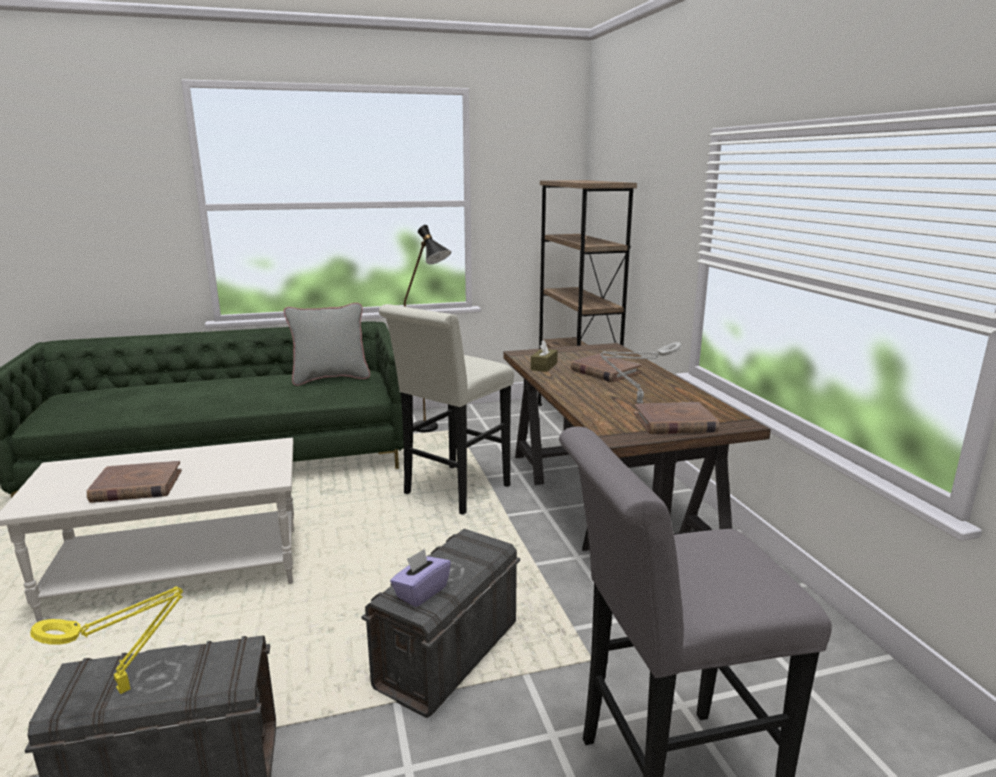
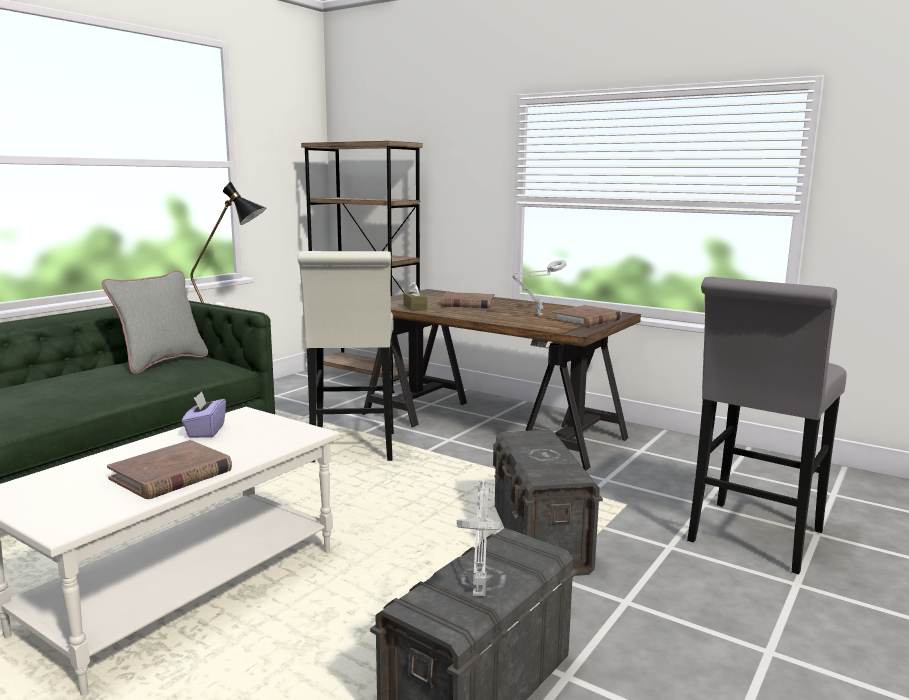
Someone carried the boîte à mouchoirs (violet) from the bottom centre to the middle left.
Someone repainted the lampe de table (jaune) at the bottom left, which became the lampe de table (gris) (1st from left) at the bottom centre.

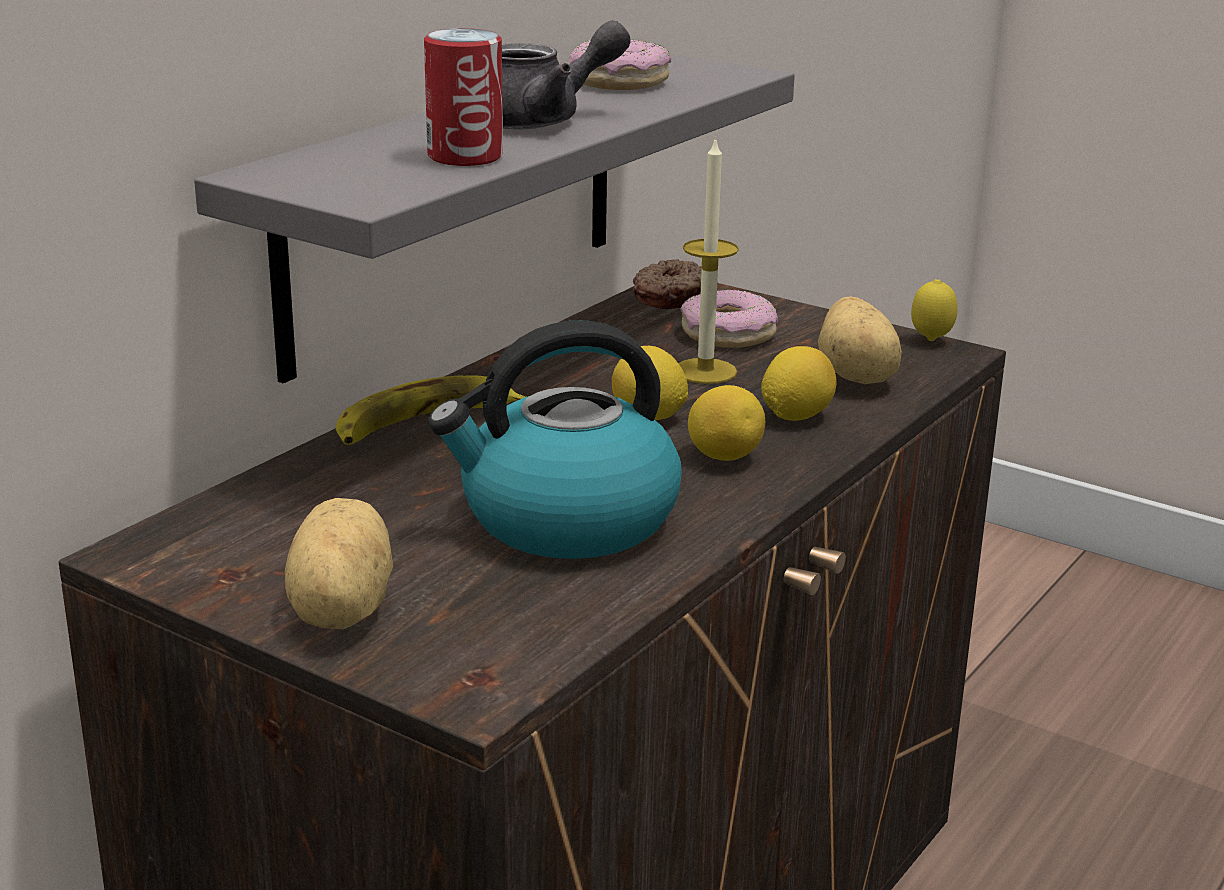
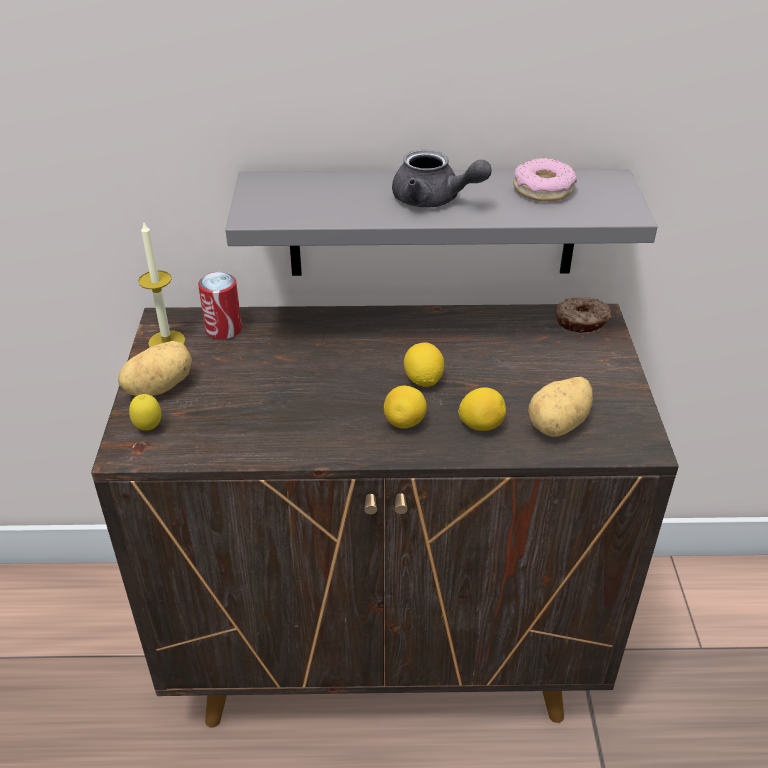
Someone carried the boîte métallique from the top centre to the middle left.
Someone carried the bougie from the top centre to the middle left.
Someone carried the citron (4th from left in the first image) from the middle right to the middle left.
Someone took away the beignet (3rd from left) at the centre.
Someone took away the bouilloire at the centre.
Someone took away the banane at the centre.

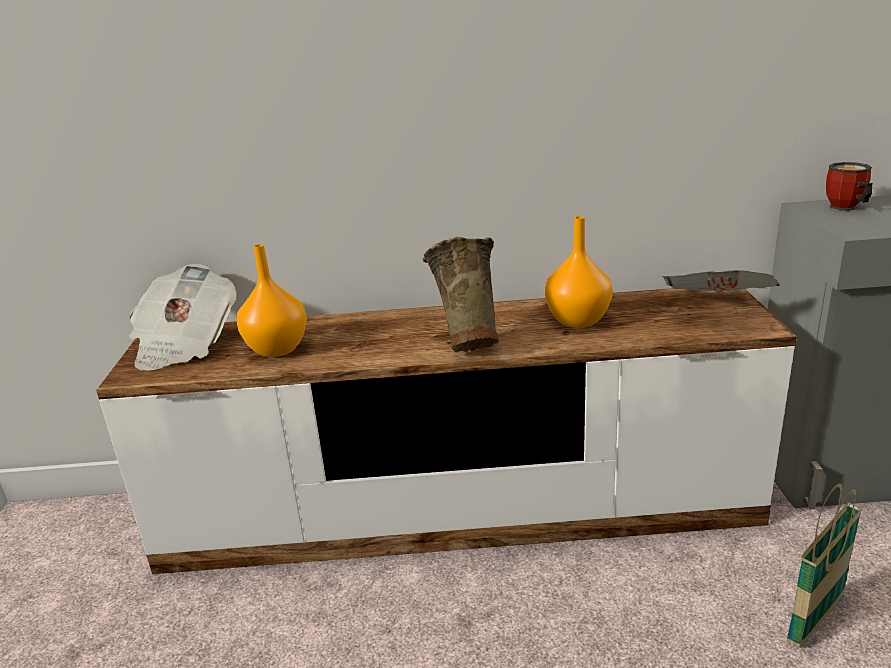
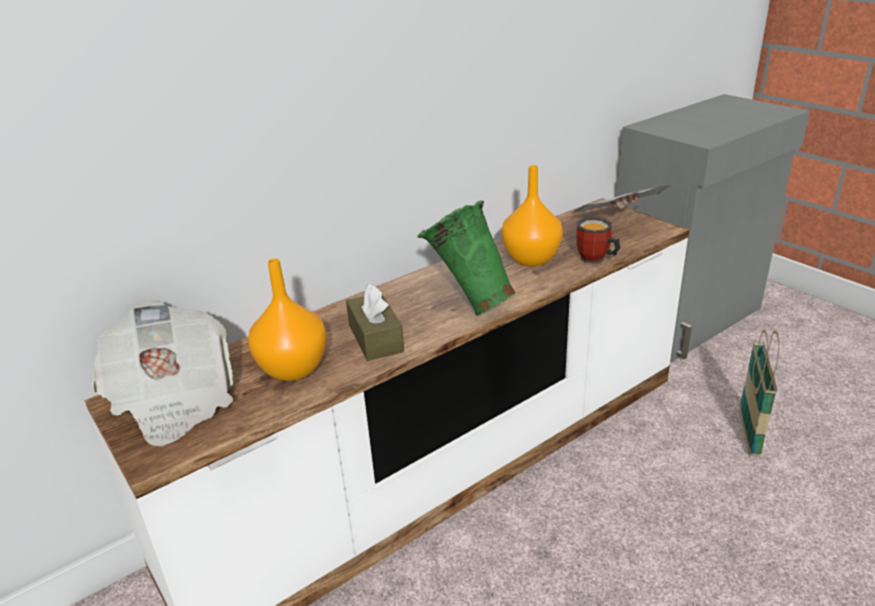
Someone carried the mug from the top right to the middle right.
Someone repainted the vase (beige) at the centre, which became the vase (vert) at the centre.
Someone put down the boîte à mouchoirs (marron) at the centre.

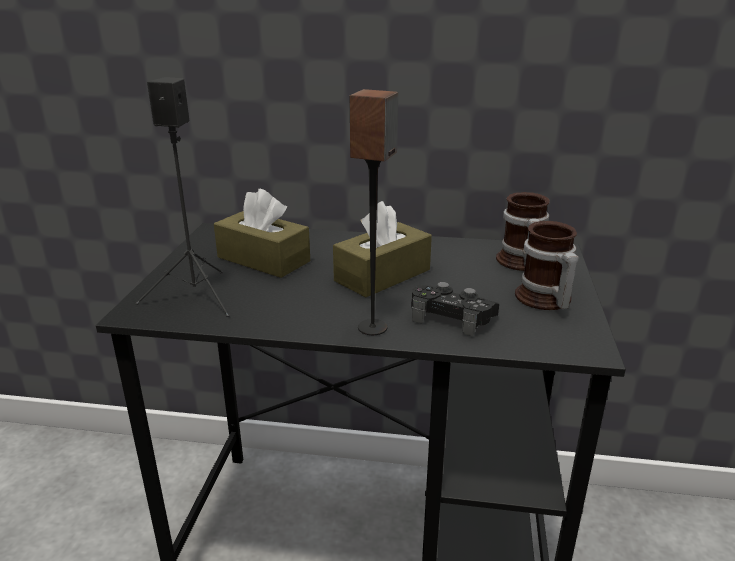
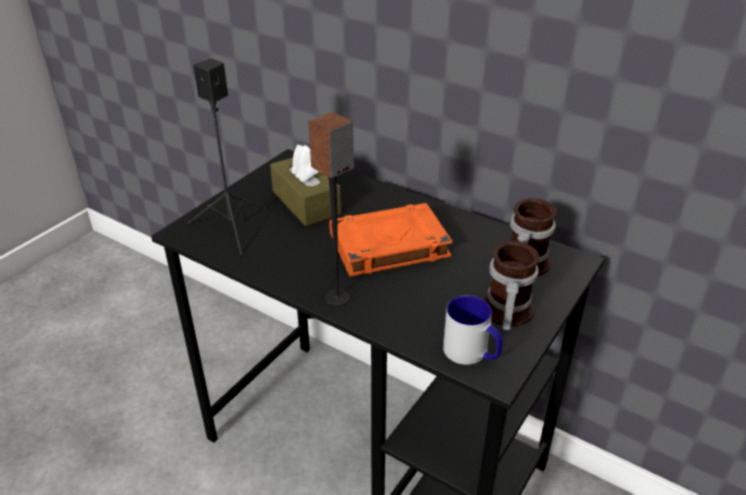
Someone swapped the boîte à mouchoirs (marron) (2nd from left) at the centre for the livre (orange) at the centre.
Someone took away the manette (noir) at the centre.
Someone put down the mug (1st from left) at the bottom centre.

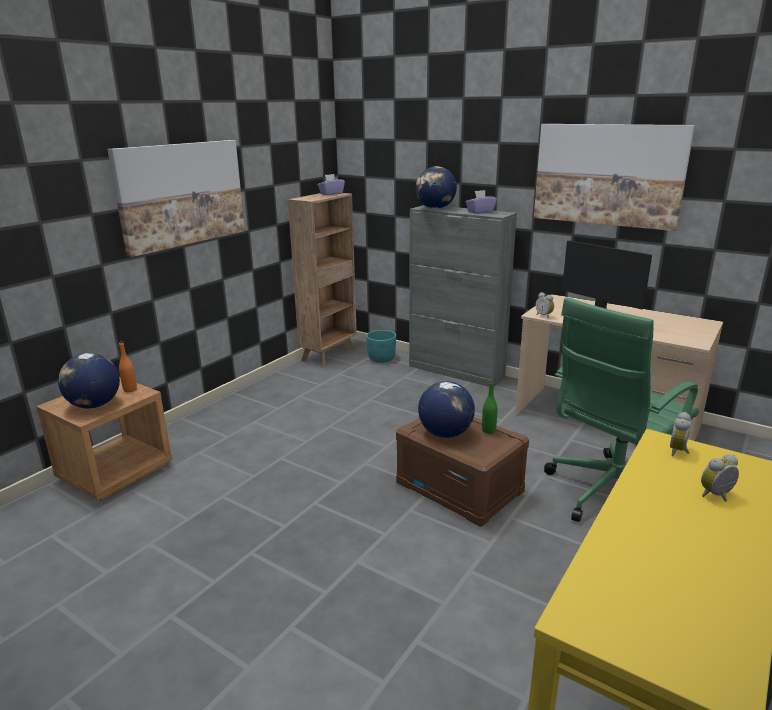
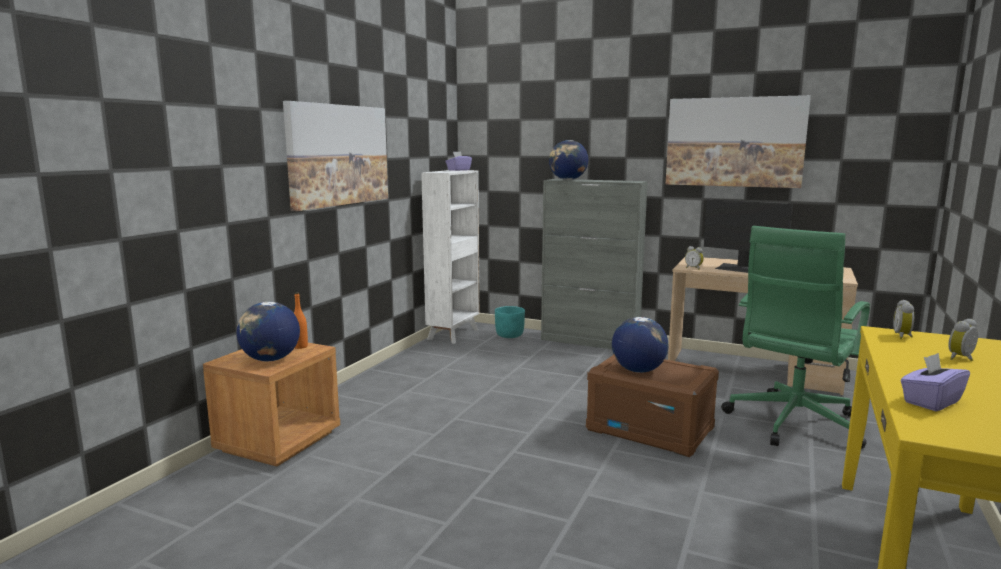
Someone carried the boîte à mouchoirs (violet) (2nd from left) from the top centre to the bottom right.
Someone repainted the bibliothèque (marron) at the centre, which became the bibliothèque (blanc) at the centre.
Someone took away the bouteille (vert) at the centre.

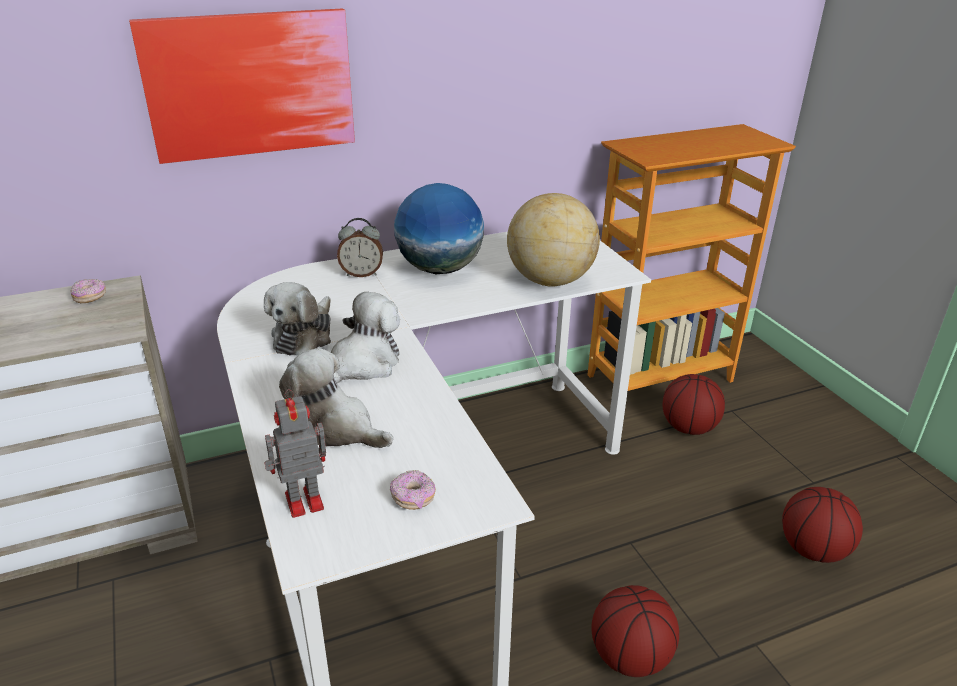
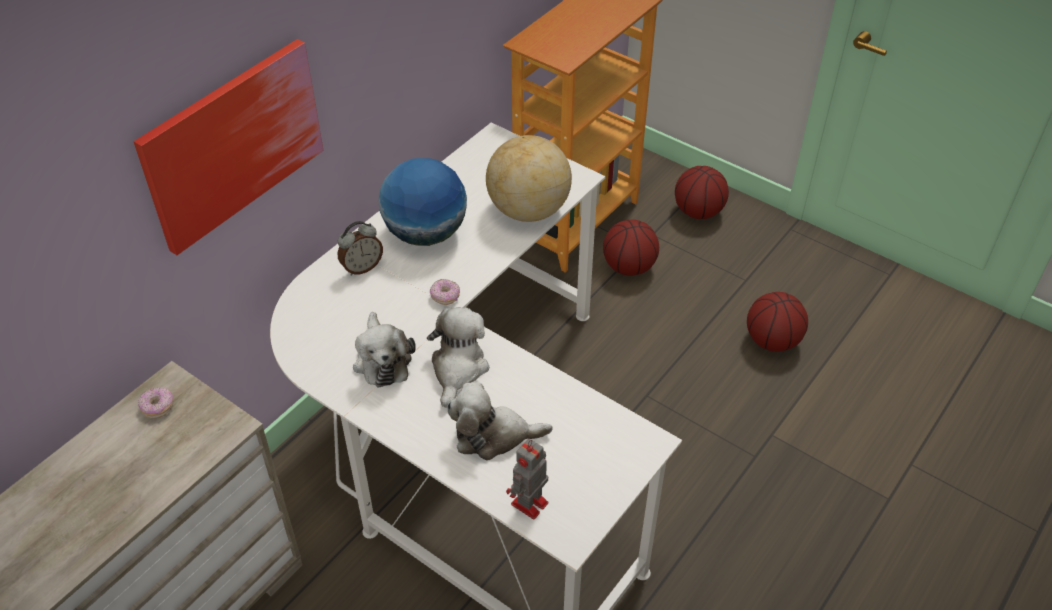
Someone carried the beignet (2nd from left) from the bottom centre to the centre.
Someone carried the ballon de basket (1st from left in the first image) from the bottom centre to the top right.

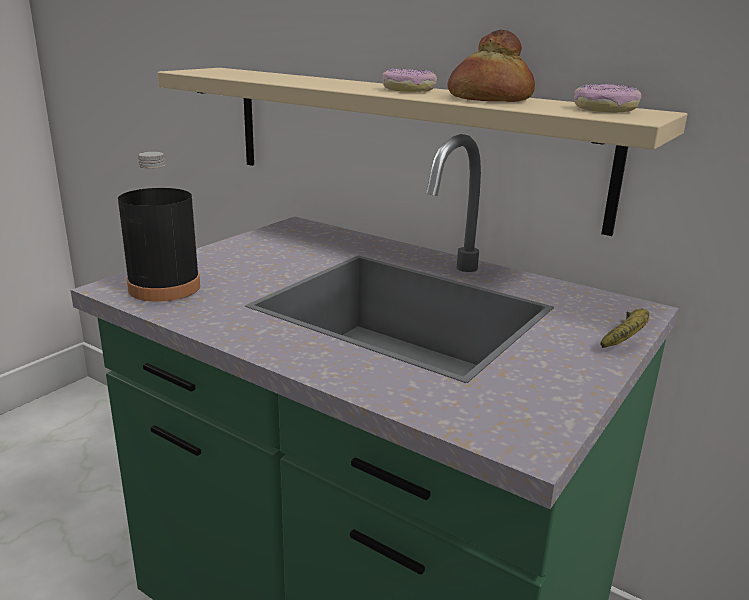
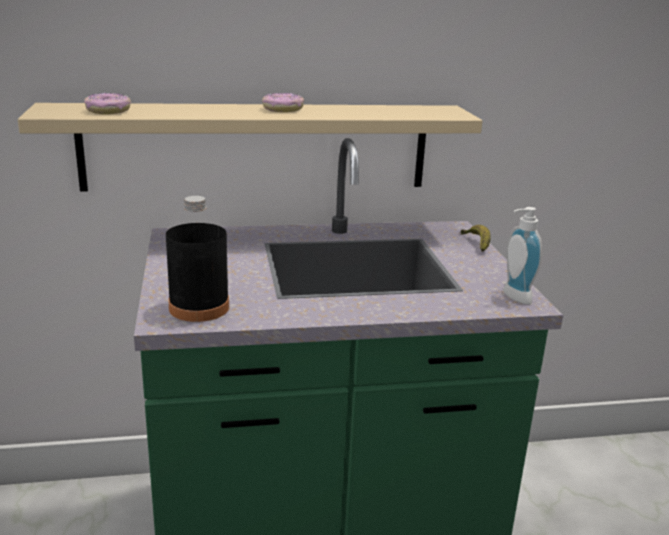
Someone took away the pain at the top centre.
Someone carried the beignet (2nd from left in the first image) from the top right to the top left.
Someone put down the distributeur de savon at the middle right.

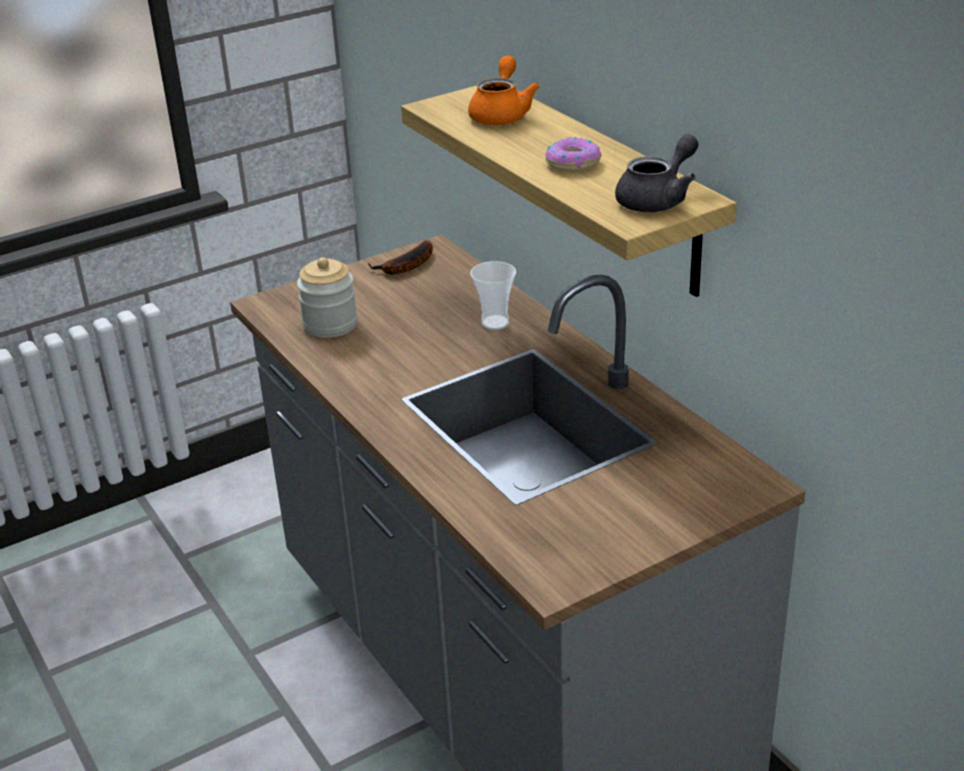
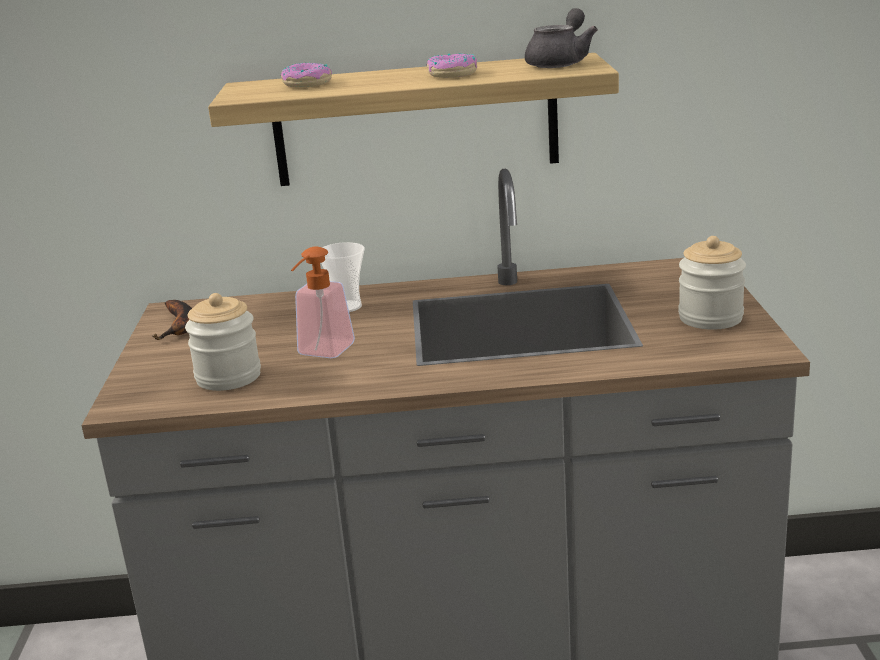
Someone swapped the théière (orange) at the top centre for the beignet (1st from left) at the top centre.
Someone rotated the théière (gris) at the top right by 45 degrees clockwise.
Someone put down the bocal (2nd from left) at the middle right.
Someone put down the distributeur de savon at the centre.

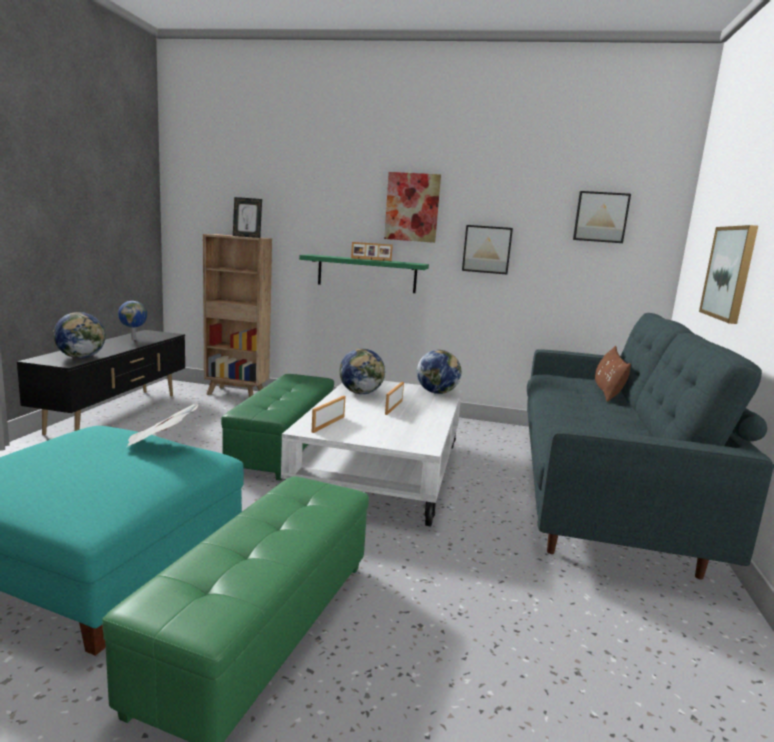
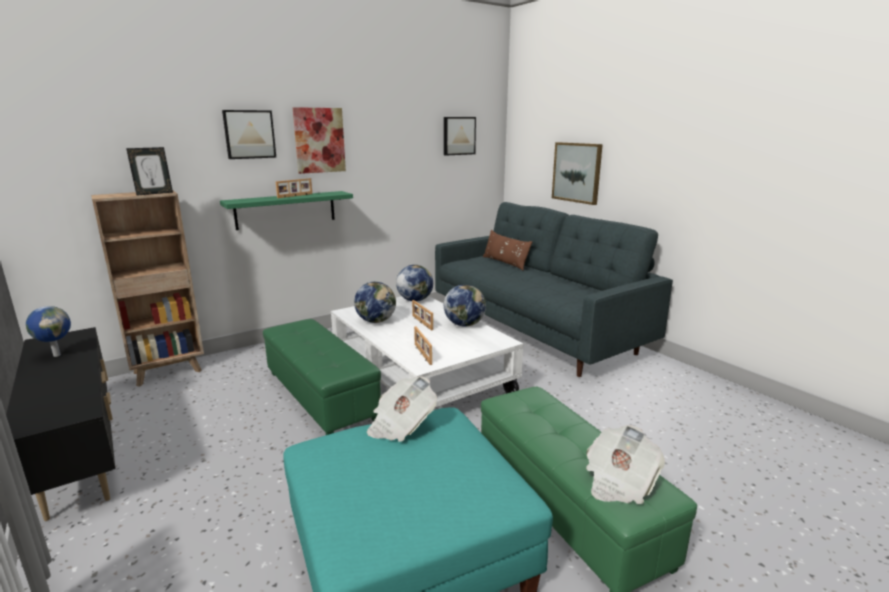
Someone carried the tableau (2nd from left in the first image) from the centre to the top left.
Someone carried the globe (1st from left in the first image) from the middle left to the centre.
Someone put down the journal (2nd from left) at the bottom right.

